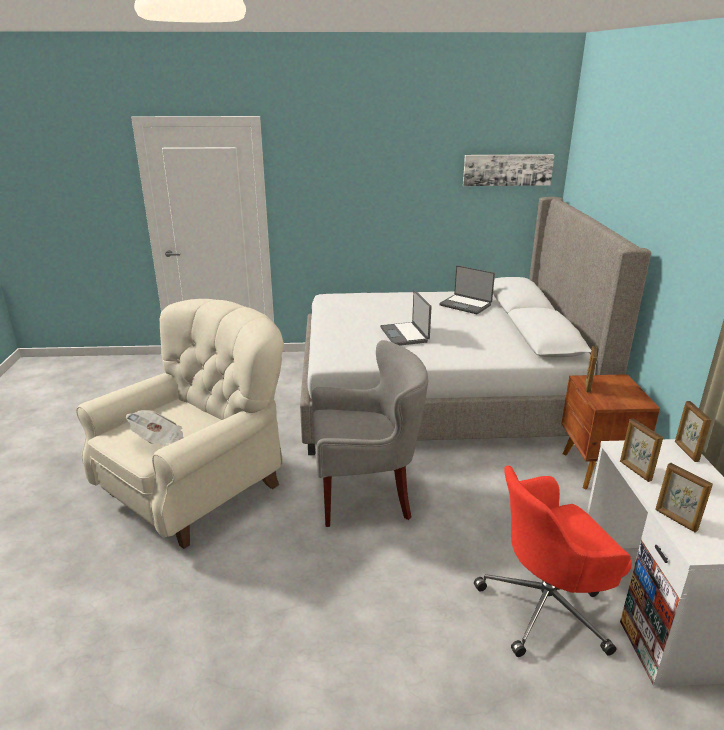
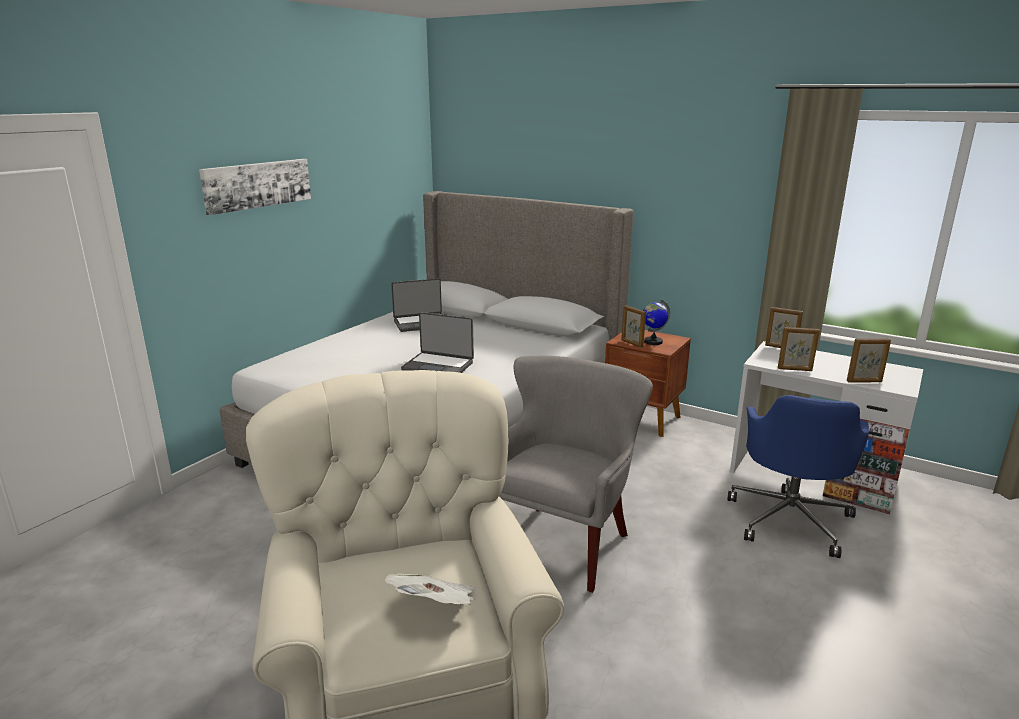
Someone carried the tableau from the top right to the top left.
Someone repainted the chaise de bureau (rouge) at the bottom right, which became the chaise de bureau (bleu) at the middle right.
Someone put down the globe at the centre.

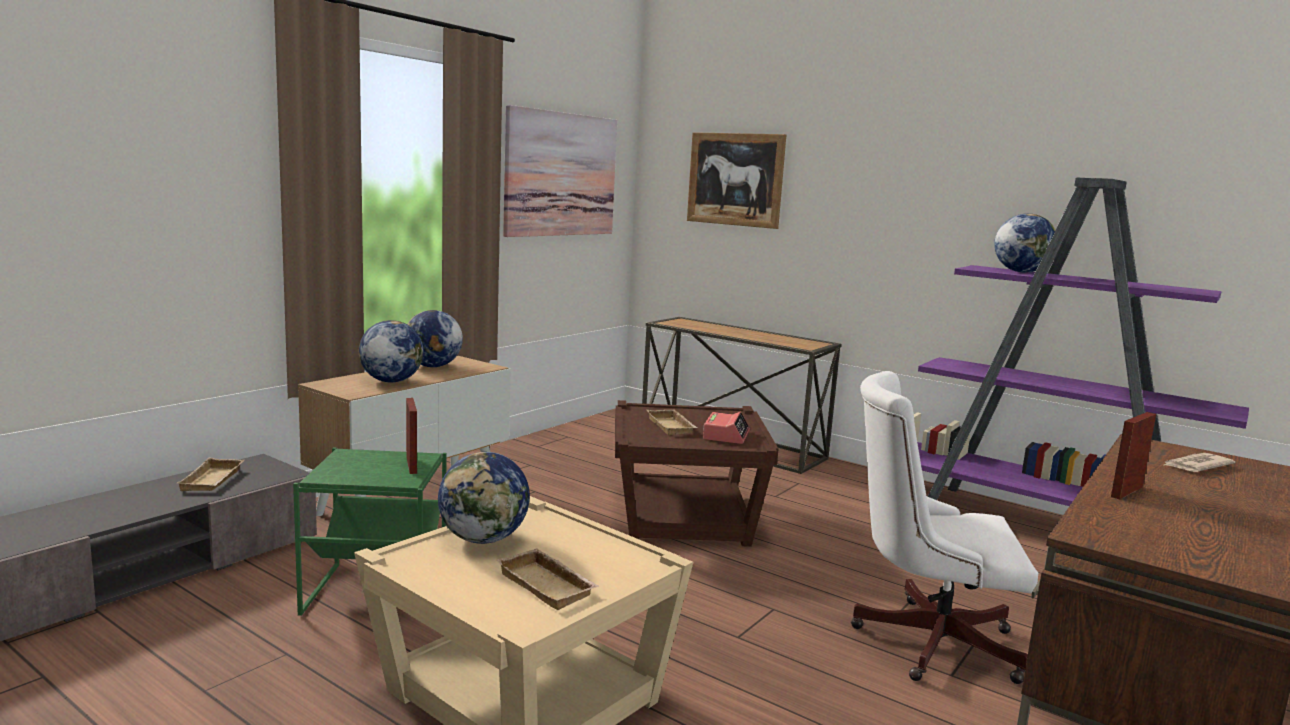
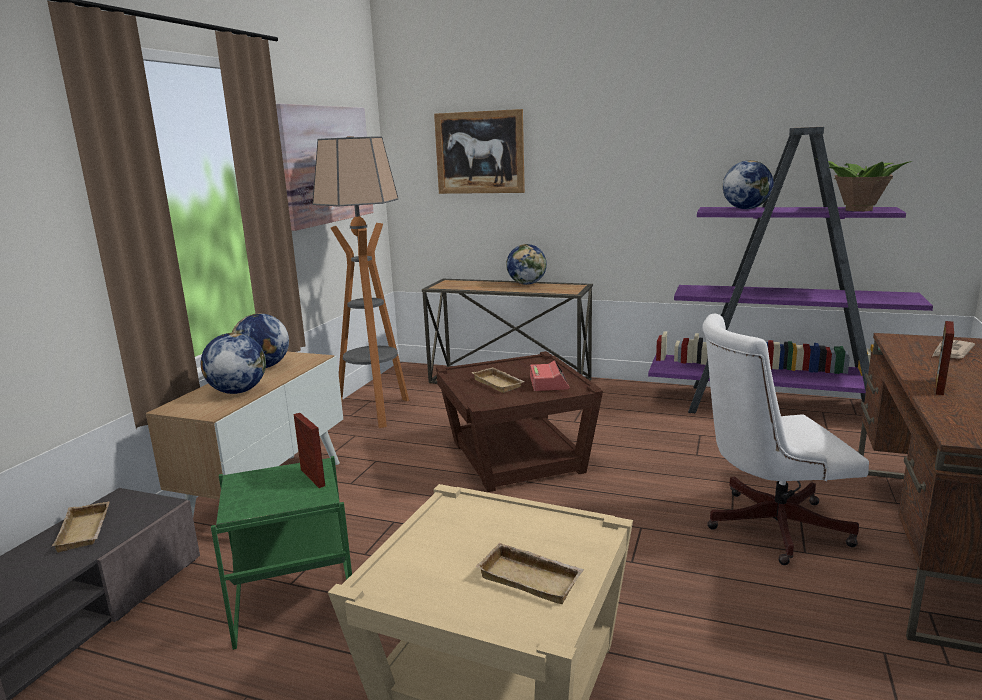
Someone carried the globe (3rd from left) from the bottom centre to the centre.
Someone put down the lampadaire at the centre.
Someone put down the plante en pot at the top right.

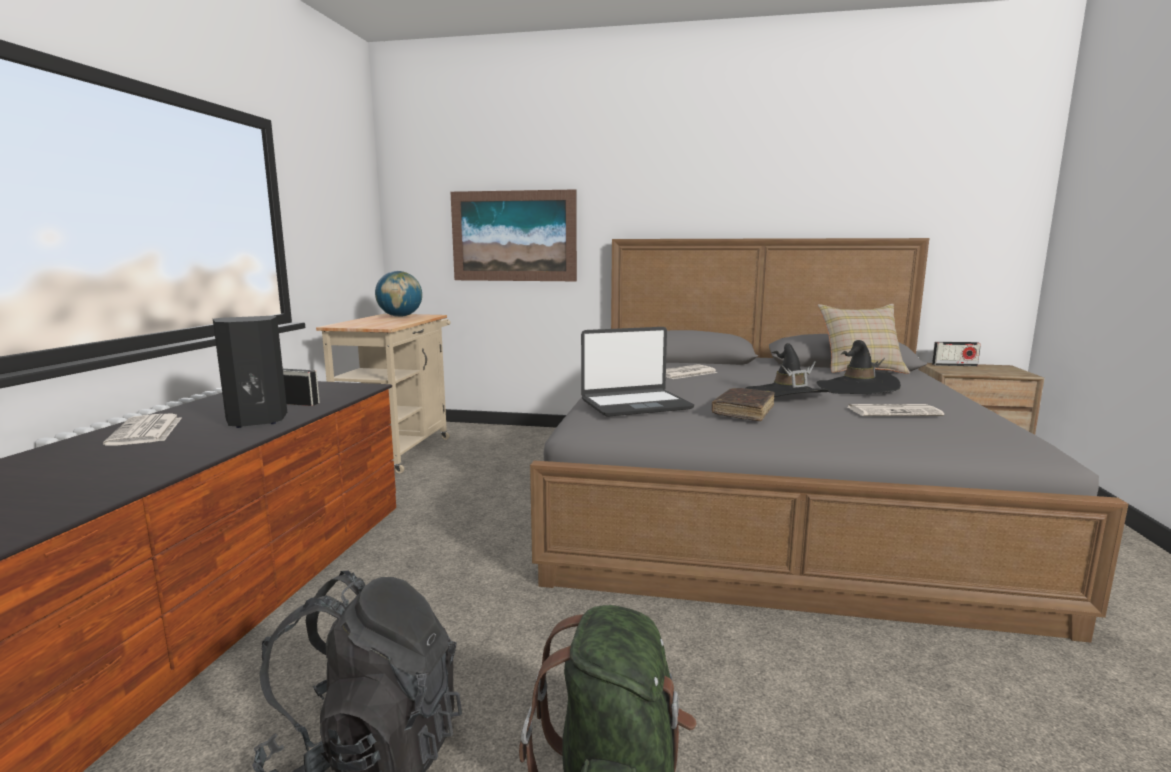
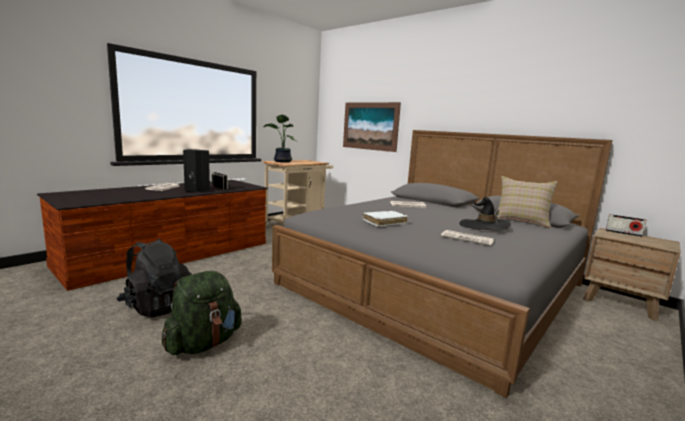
Someone took away the globe at the centre.
Someone took away the ordinateur portable at the centre.
Someone took away the chapeau (noir) (1st from left) at the middle right.
Someone repainted the livre (marron) at the centre, which became the livre (blanc) at the centre.
Someone put down the plante en pot at the top centre.

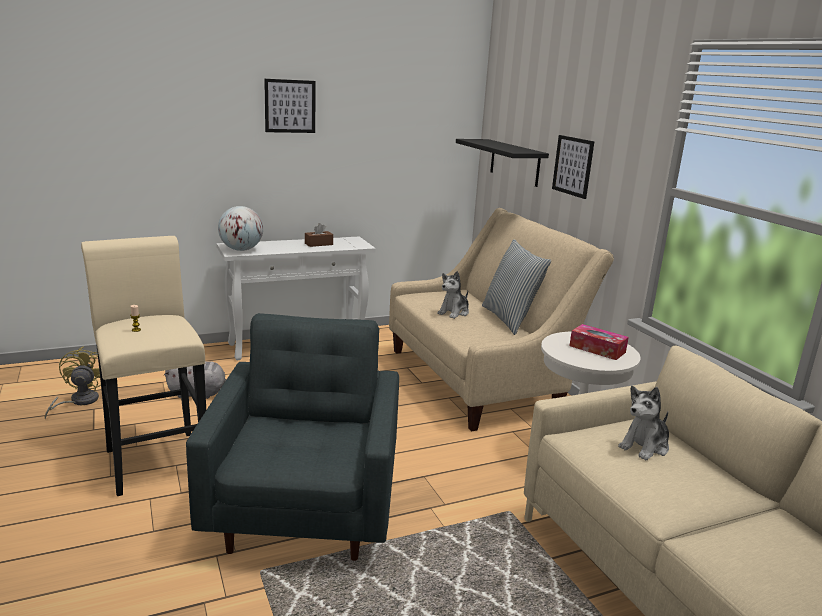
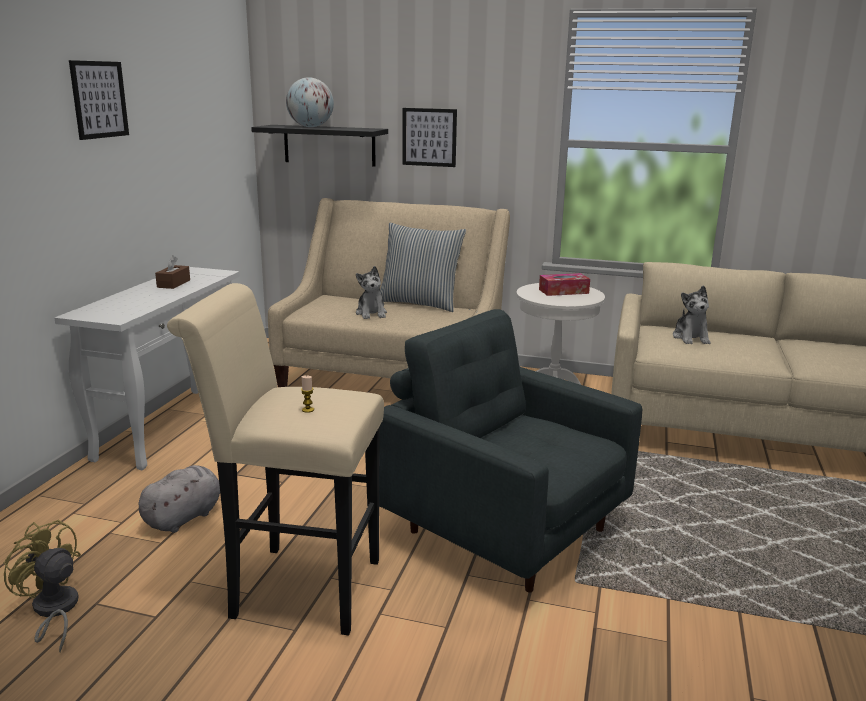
Someone carried the globe from the middle left to the top centre.

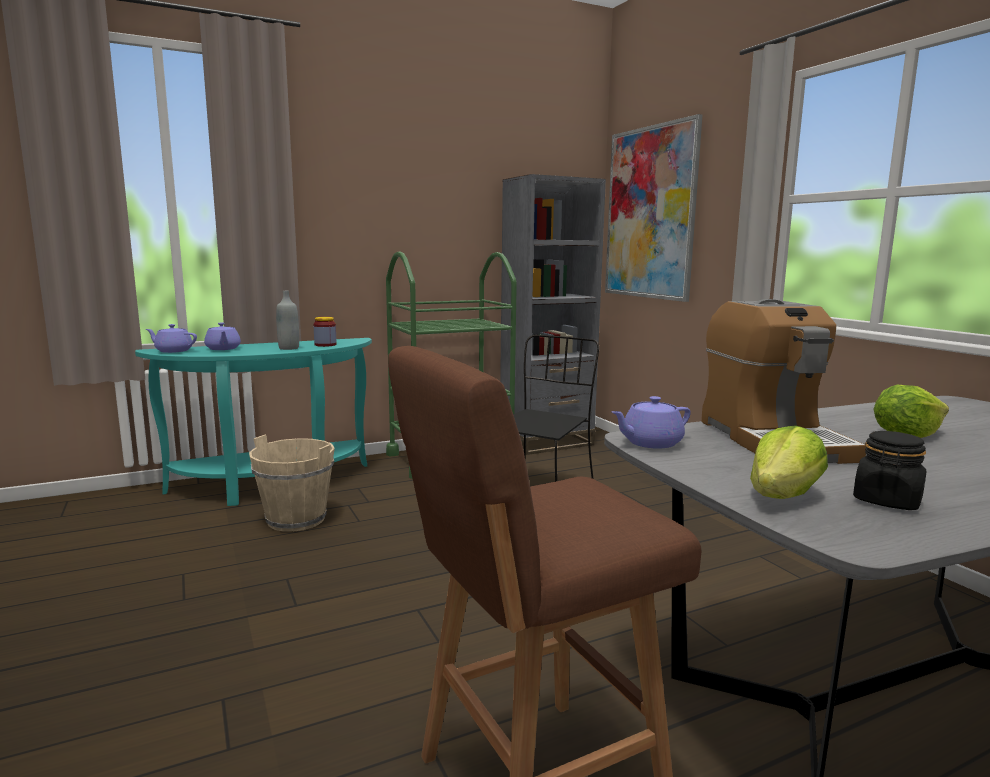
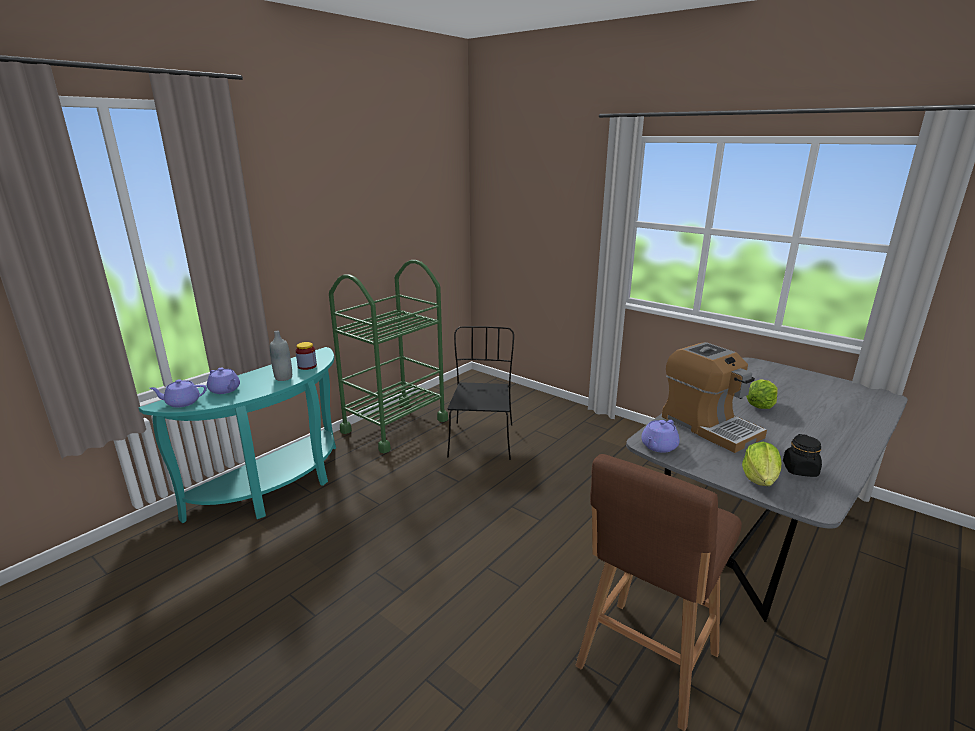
Someone took away the tableau at the top centre.
Someone took away the bibliothèque (gris) at the centre.
Someone took away the seau (beige) at the middle left.

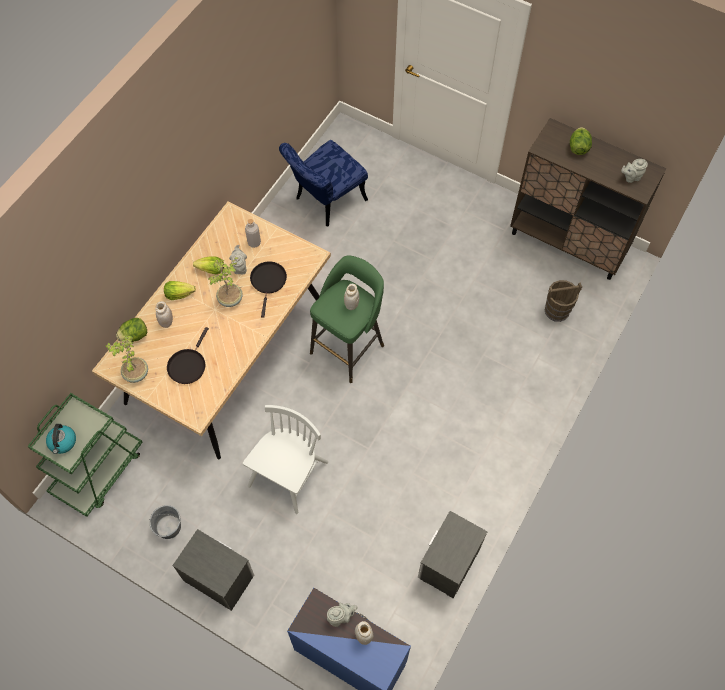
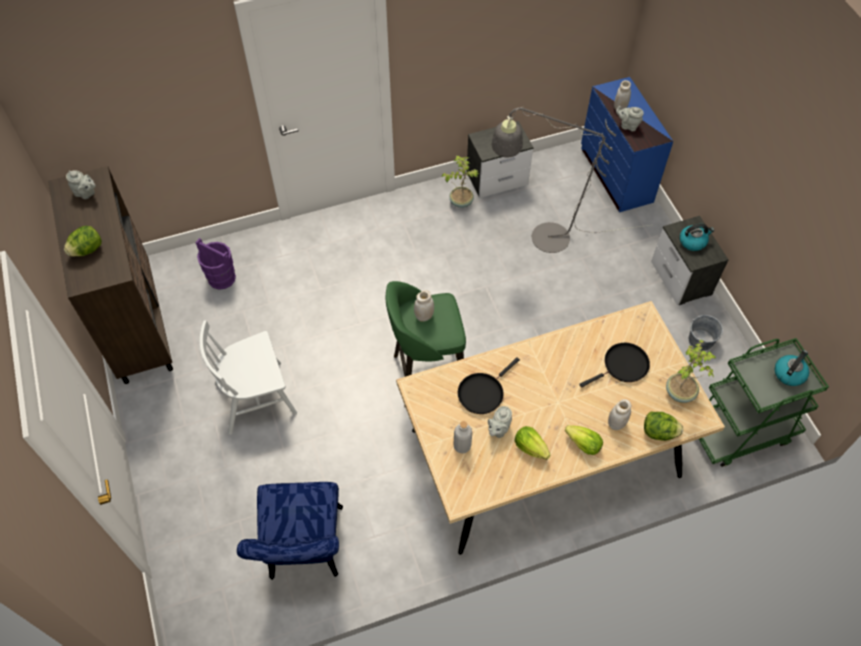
Someone rotated the chaise (bleu) at the top centre by 90 degrees clockwise.
Someone carried the plante en pot (2nd from left in the first image) from the middle left to the top centre.
Someone repainted the seau (marron) at the middle right, which became the seau (violet) at the middle left.
Someone carried the chaise (blanc) from the centre to the middle left.
Someone put down the lampadaire (gris) at the top centre.
Someone put down the bouilloire (1st from left) at the middle right.

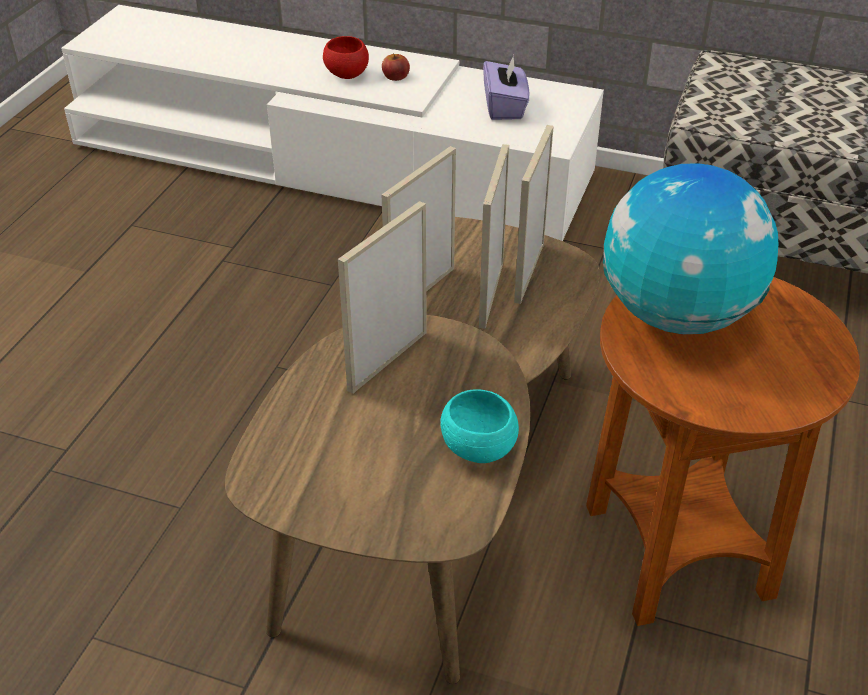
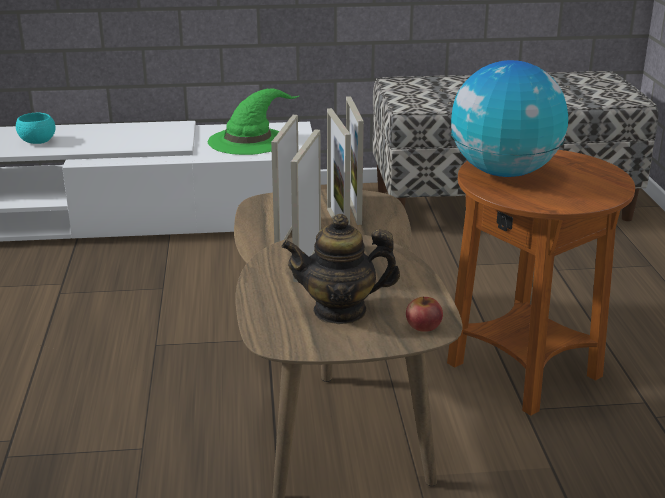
Someone took away the bol (rouge) at the top centre.
Someone carried the pomme from the top centre to the centre.
Someone swapped the boîte à mouchoirs (violet) at the top centre for the chapeau (vert) at the top centre.
Someone carried the bol (turquoise) from the centre to the top left.
Someone put down the théière at the centre.

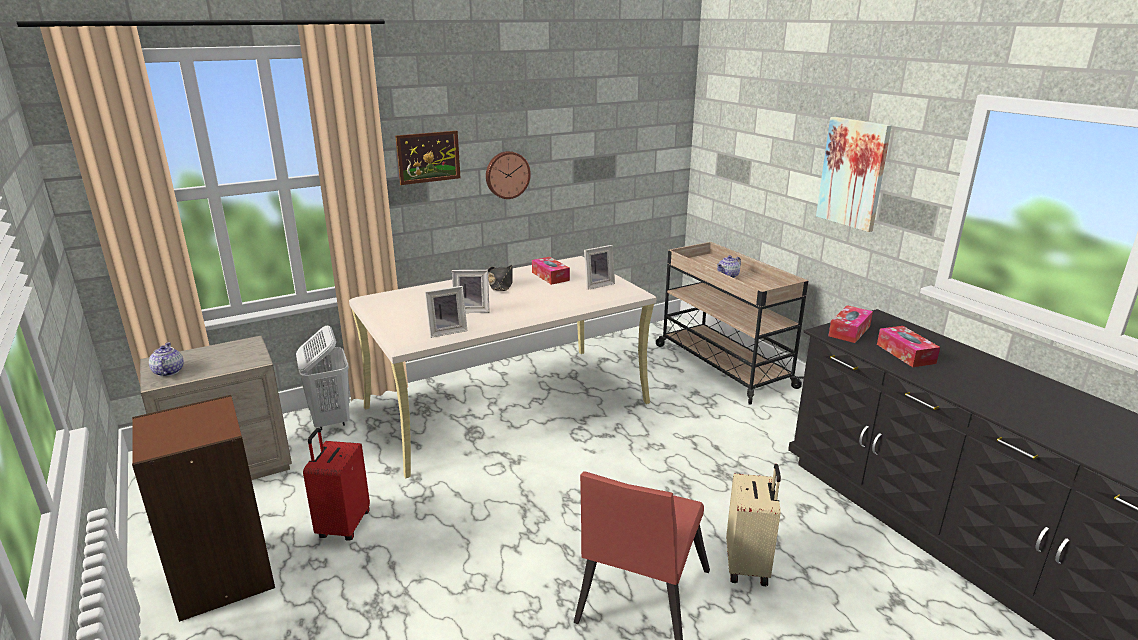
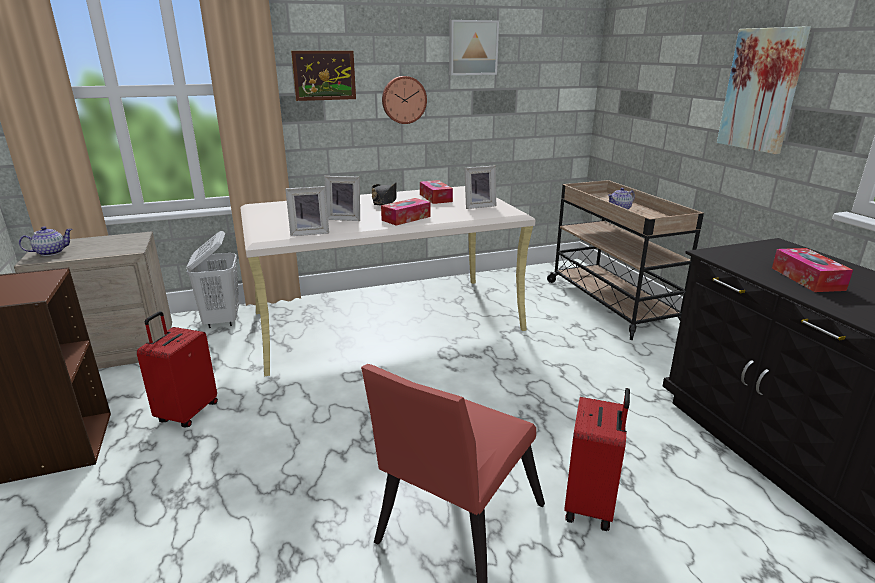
Someone carried the boîte à mouchoirs (2nd from left in the first image) from the middle right to the centre.
Someone rotated the théière (1st from left) at the middle left by 60 degrees clockwise.
Someone repainted the valise (beige) at the bottom centre, which became the valise (rouge) (2nd from left) at the bottom right.
Someone put up the tableau (2nd from left) at the top centre.

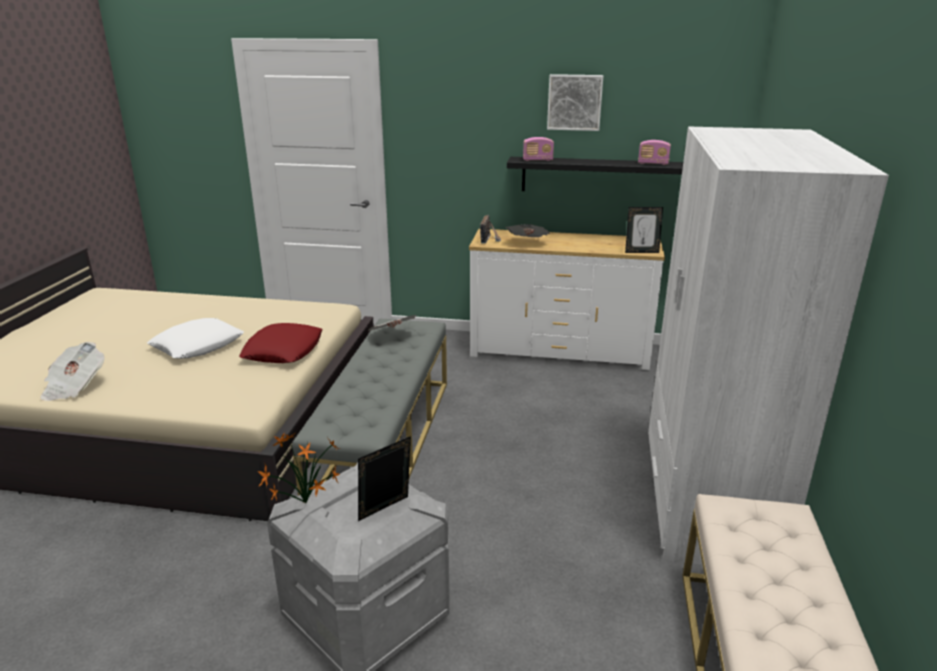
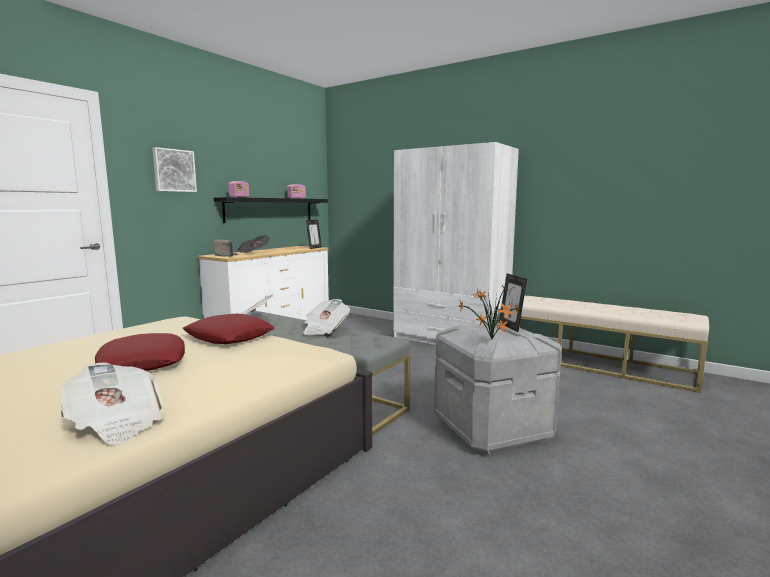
Someone carried the tableau from the top centre to the top left.
Someone repainted the coussin (blanc) at the middle left, which became the coussin (rouge) (1st from left) at the middle left.
Someone put down the journal (4th from left) at the centre.

